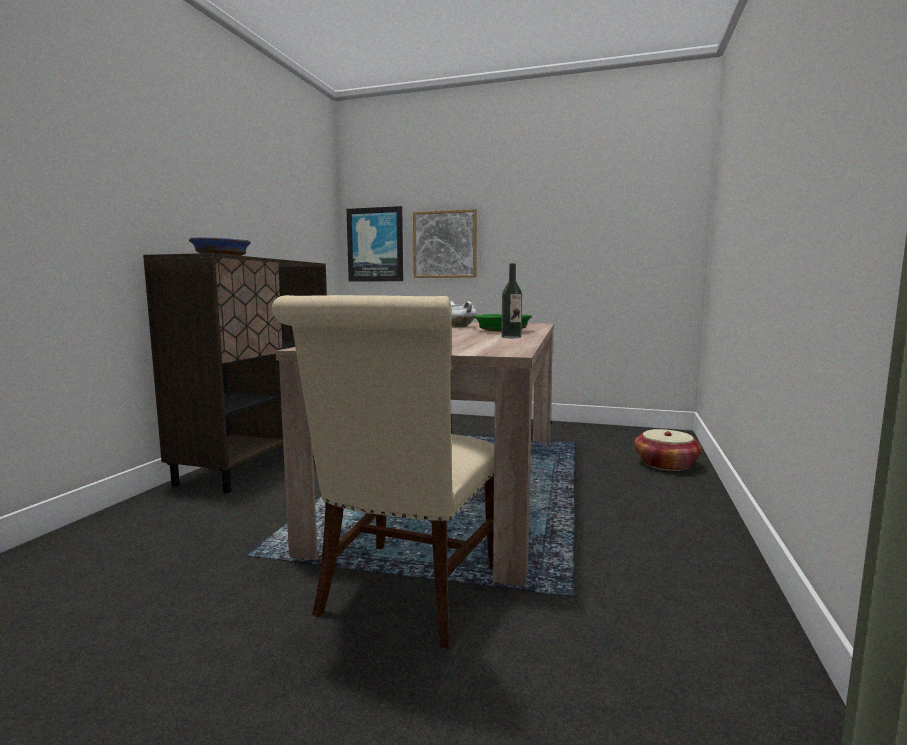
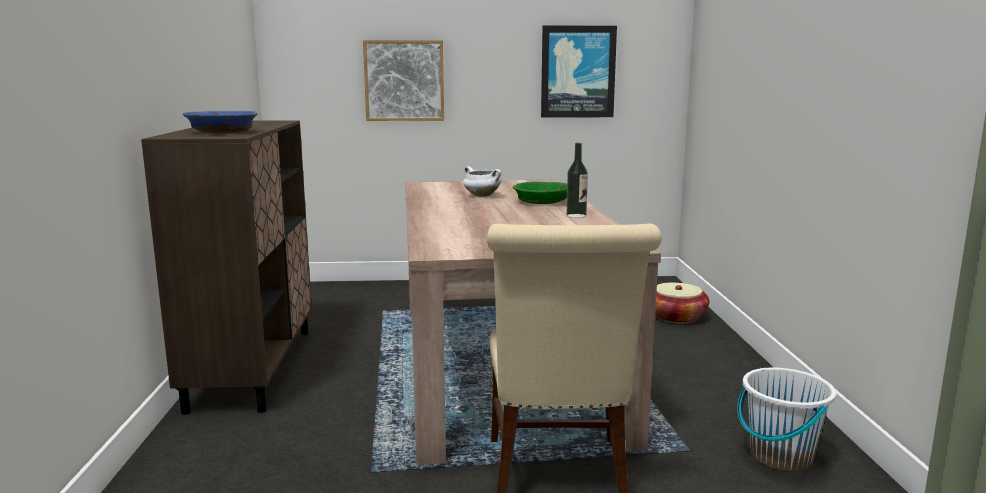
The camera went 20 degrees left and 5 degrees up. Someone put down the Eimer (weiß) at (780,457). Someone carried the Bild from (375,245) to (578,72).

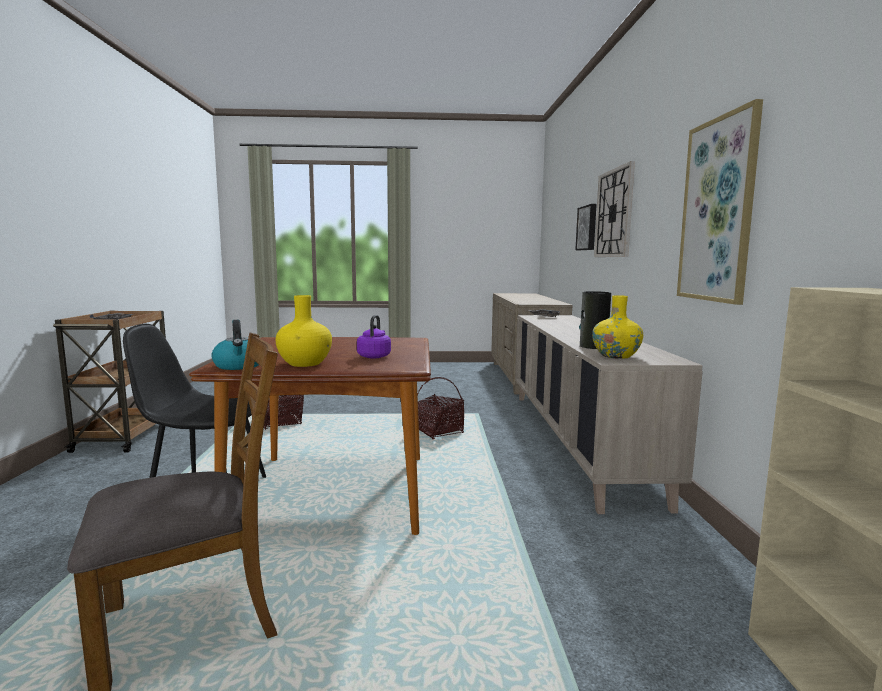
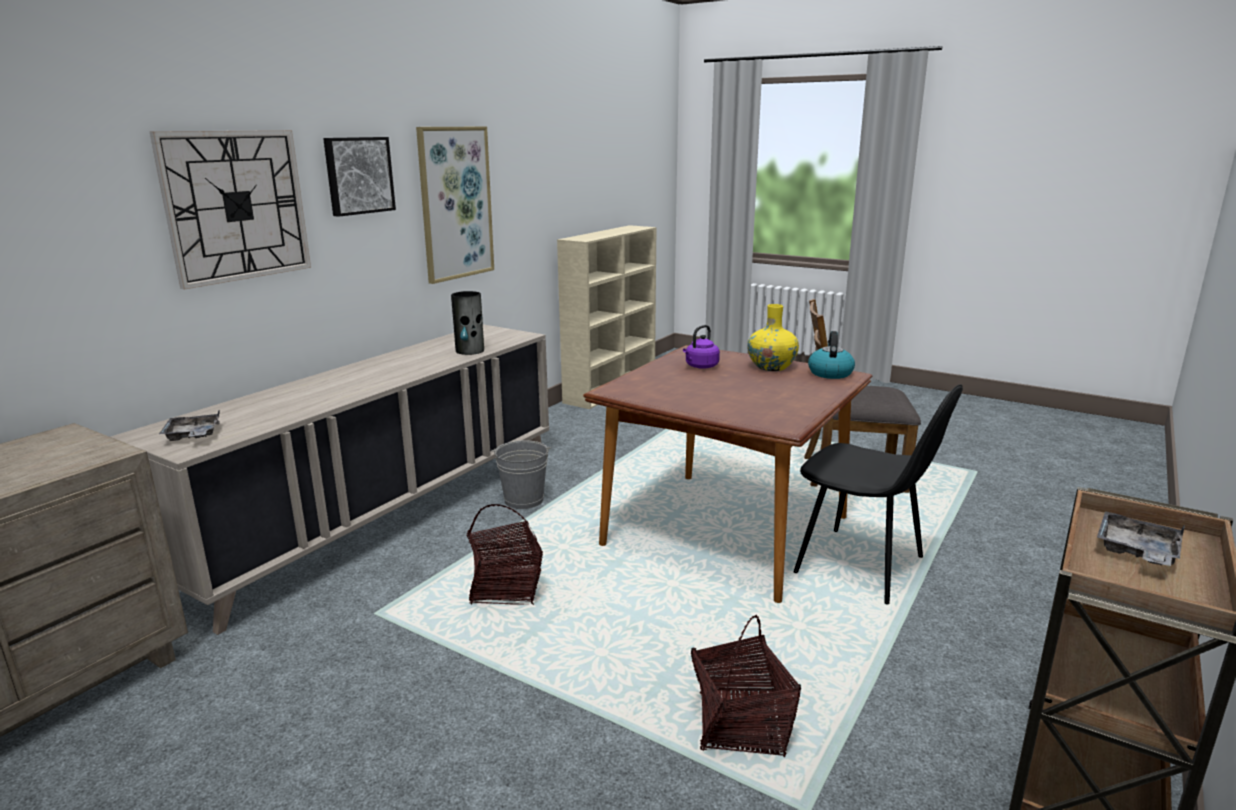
The camera went 145 degrees left and 10 degrees up. Someone took away the Vase (gelb) at (616,356). Someone put down the Eimer (grau) at (524,500). Someone carried the Bild from (588,228) to (358,175).

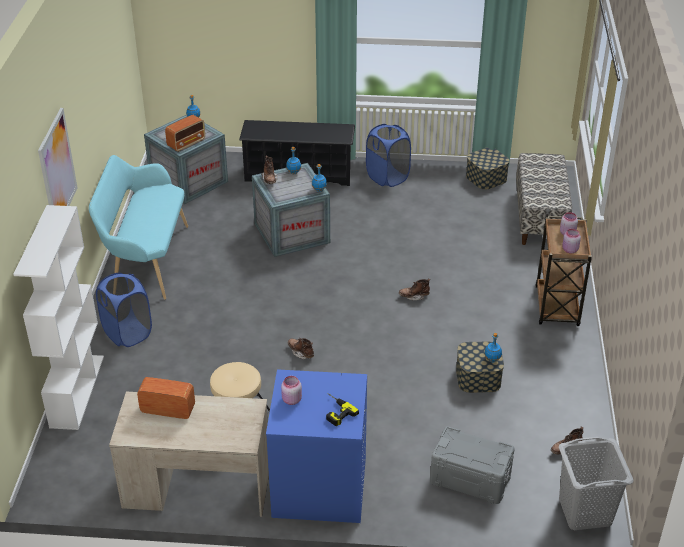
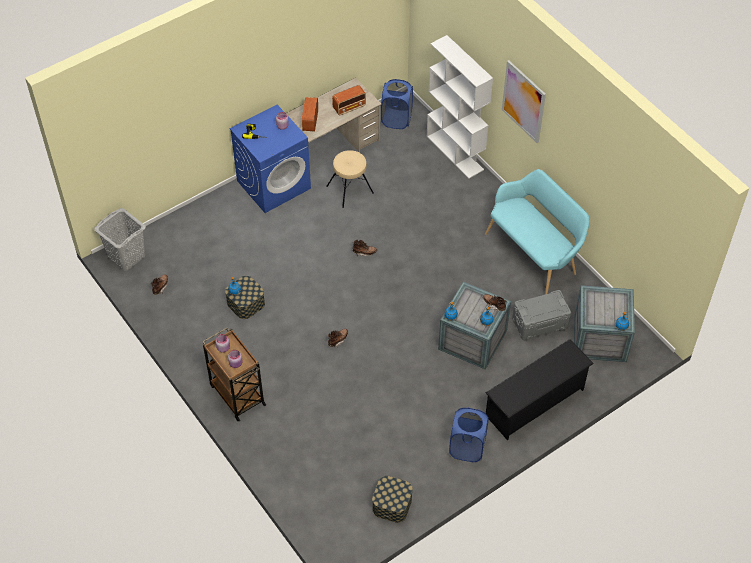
The camera went 140 degrees right and 15 degrees up. Someone took away the Bank at (540,218). Someone carried the Wäschekorb (blau) from (127,333) to (396,119). Someone carried the Radio from (186,143) to (310,121). Someone carried the Aufbewahrungsbox (grau) from (470,478) to (540,323).

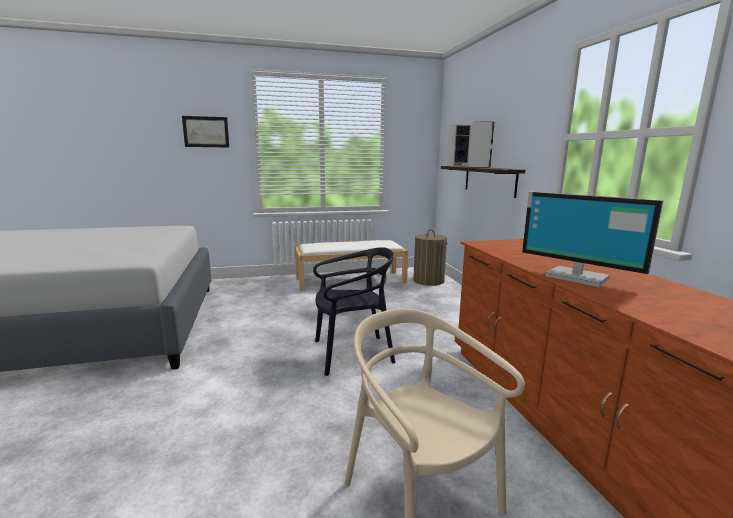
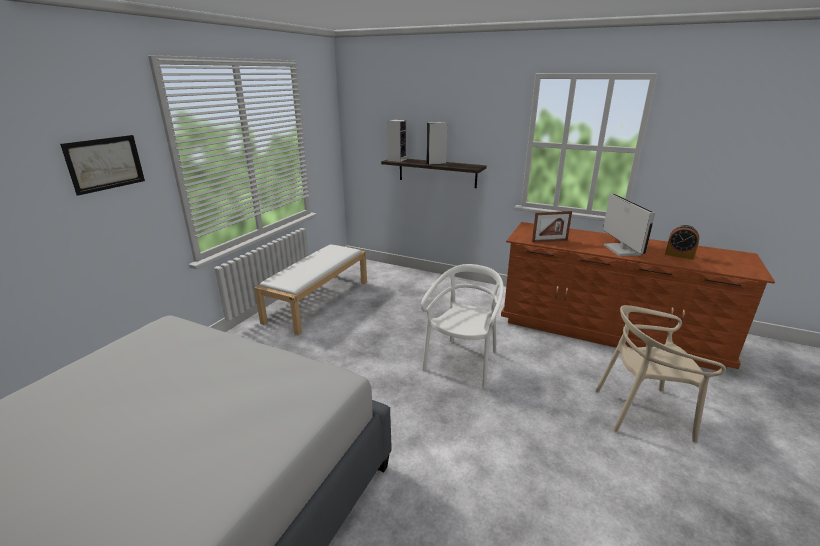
The camera went 50 degrees left and 10 degrees up. Someone took away the Wäschekorb at (428,281). Someone put down the Bilderrahmen at (549,241). Someone put down the Wecker at (679,255). Someone repainted the Stuhl (schwarz) at (352,353), which became the Stuhl (weiß) at (462,362). Someone rotated the Monitor at (577,277) by 90 degrees counterclockwise.

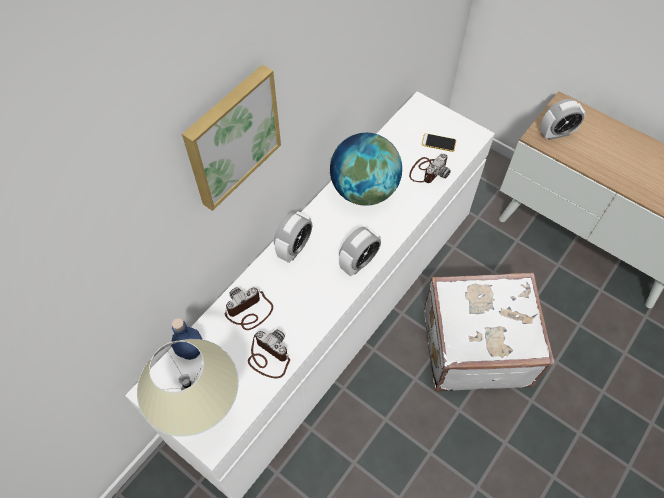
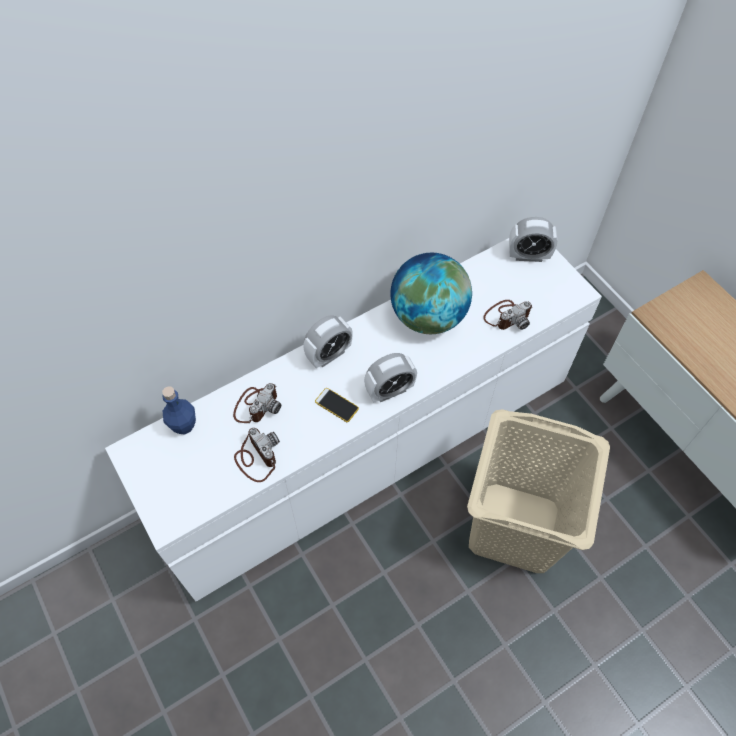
The camera went 20 degrees right and 0 degrees up. Someone took away the Tischlampe (beige) at (205,416). Someone took away the Bild at (231,137). Someone carried the Handy from (438,143) to (336,405). Someone carried the Wecker from (556,133) to (528,256). Someone swapped the Koffer (weiß) at (474,345) for the Wäschekorb (beige) at (513,527). Someone rotated the Kamera at (249,311) by 135 degrees clockwise.

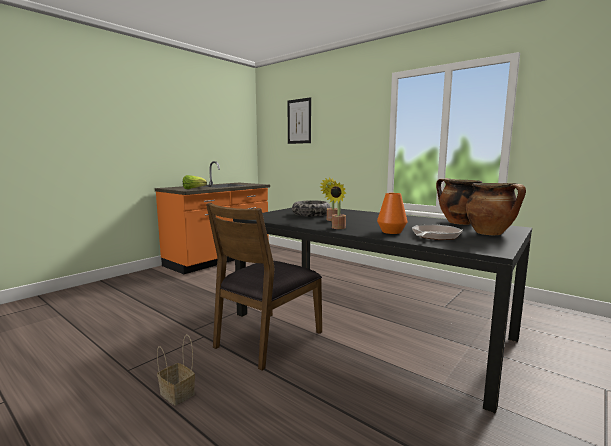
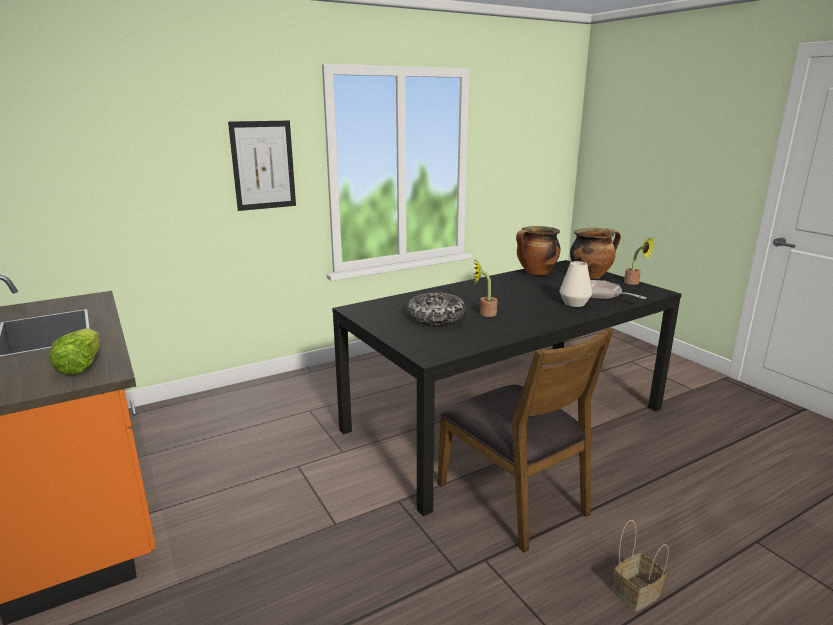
The camera went 70 degrees left and 10 degrees up. Someone carried the Bild from (299,121) to (263,165). Someone carried the Topfpflanze from (337,228) to (634,283). Someone repainted the Vase (orange) at (391,232), which became the Vase (weiß) at (574,303).

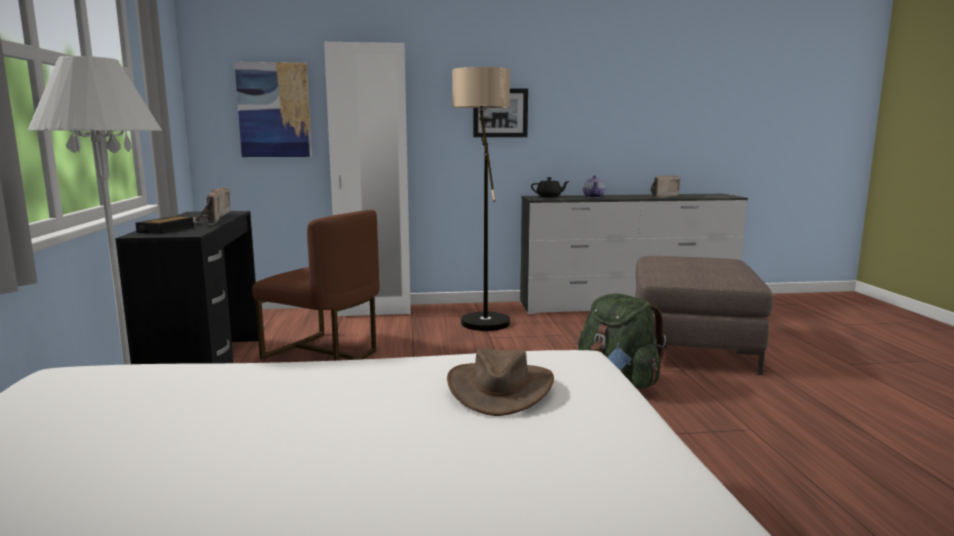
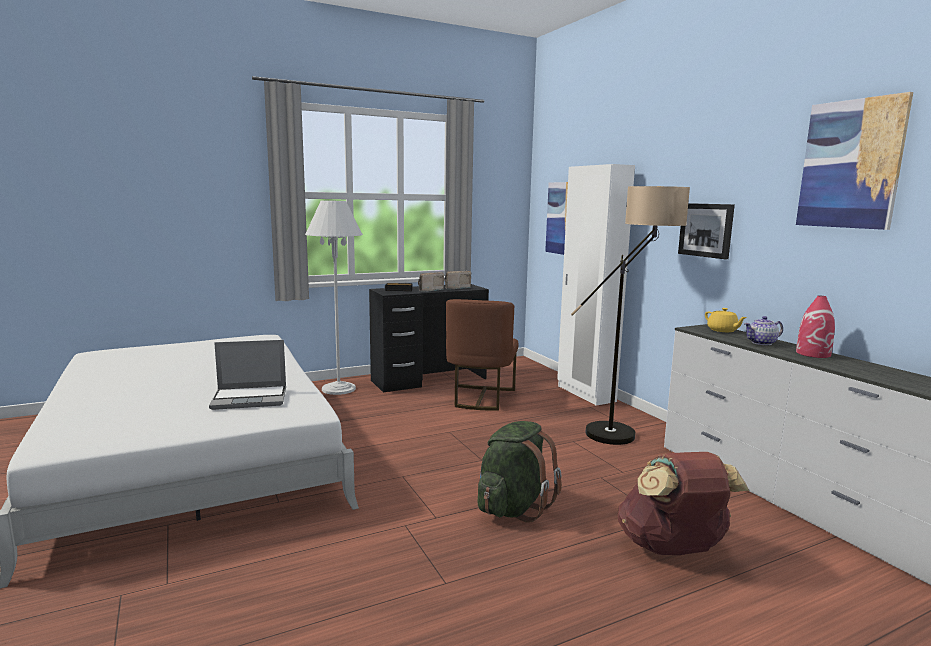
The camera went 70 degrees right and 0 degrees up. Someone took away the Radio at (661,197). Someone put up the Bild at (850,164). Someone put down the Vase (rot) at (813,354). Someone swapped the Hut (braun) at (499,388) for the Laptop at (251,398). Someone swapped the Polsterhocker (braun) at (692,347) for the Rucksack (braun) at (672,549). Someone repainted the Teekanne (schwarz) at (549,196), which became the Teekanne (gelb) at (722,330).

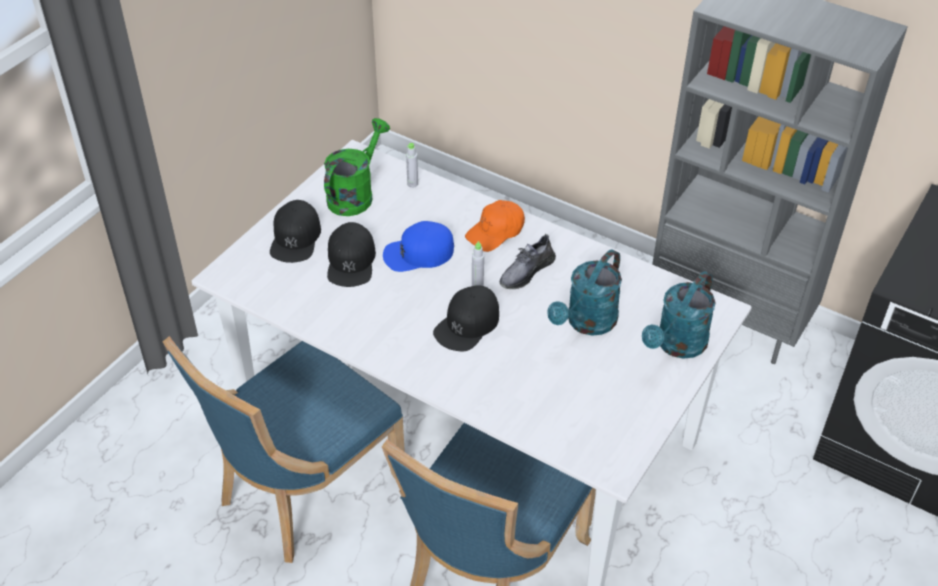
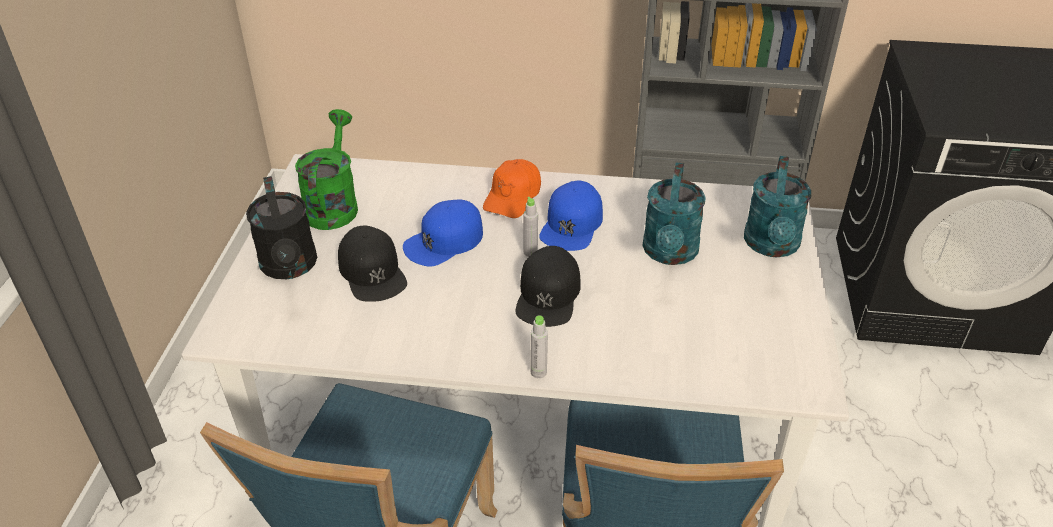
The camera went 25 degrees left and 5 degrees down. Someone carried the Flasche (grau) from (412,184) to (538,372). Someone swapped the Kappe (schwarz) at (295,238) for the Gießkanne (schwarz) at (290,267). Someone swapped the Schuh (grau) at (526,271) for the Kappe (blau) at (572,224).

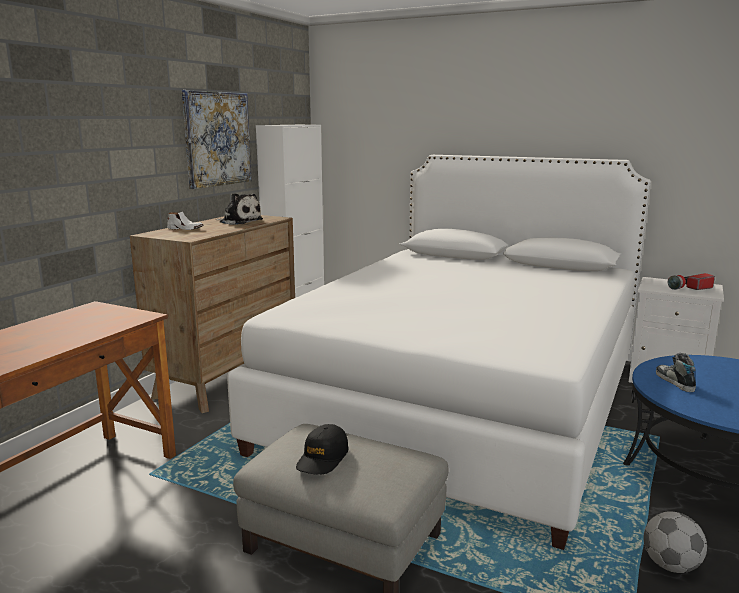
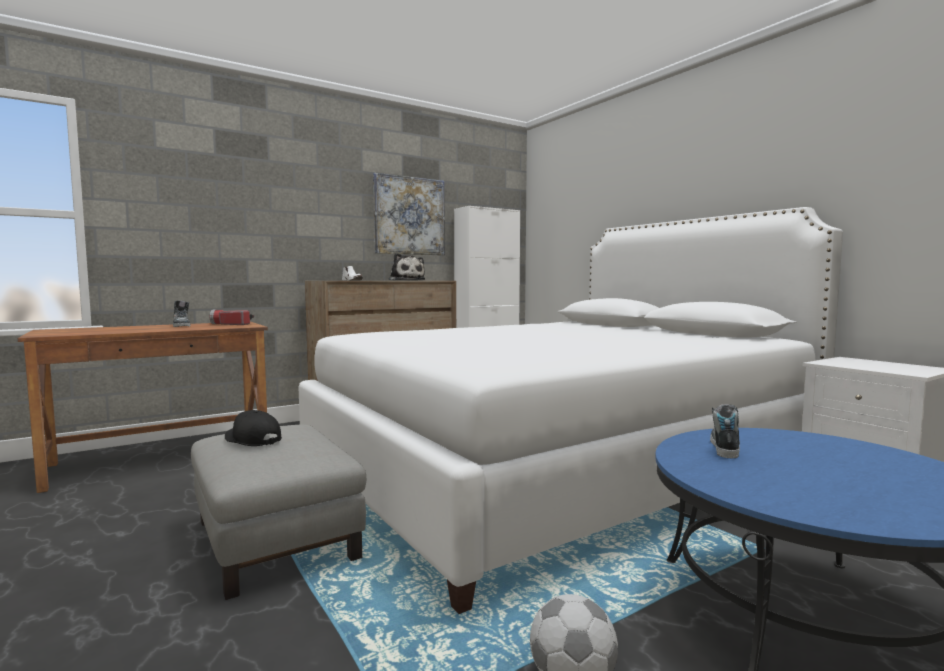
The camera went 30 degrees right and 10 degrees down. Someone put down the Schuh at (181,326). Someone carried the Taschenlampe from (689,288) to (230,324). Someone rotated the Kappe (schwarz) at (322,458) by 75 degrees clockwise.

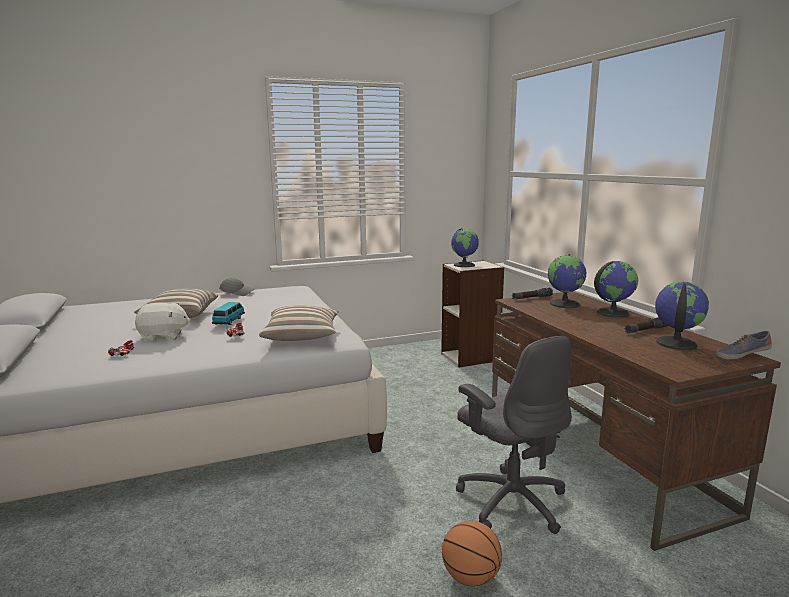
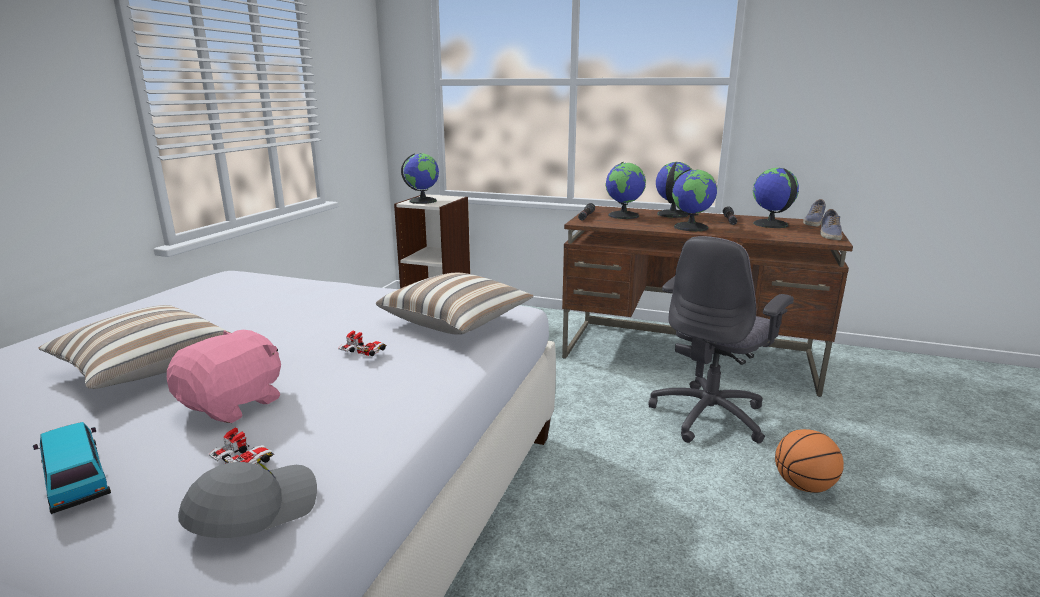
The camera went 50 degrees left and 5 degrees up. Someone put down the Globus at (691,227). Someone put down the Schuh at (829,234). Someone carried the Spielzeugauto from (229,321) to (77,482). Someone carried the Kappe (grau) from (237,293) to (253,510). Someone repainted the Plüschtier (weiß) at (163,336), which became the Plüschtier (rosa) at (234,404). Someone rotated the Bürostuhl (grau) at (511,501) by 120 degrees clockwise.

